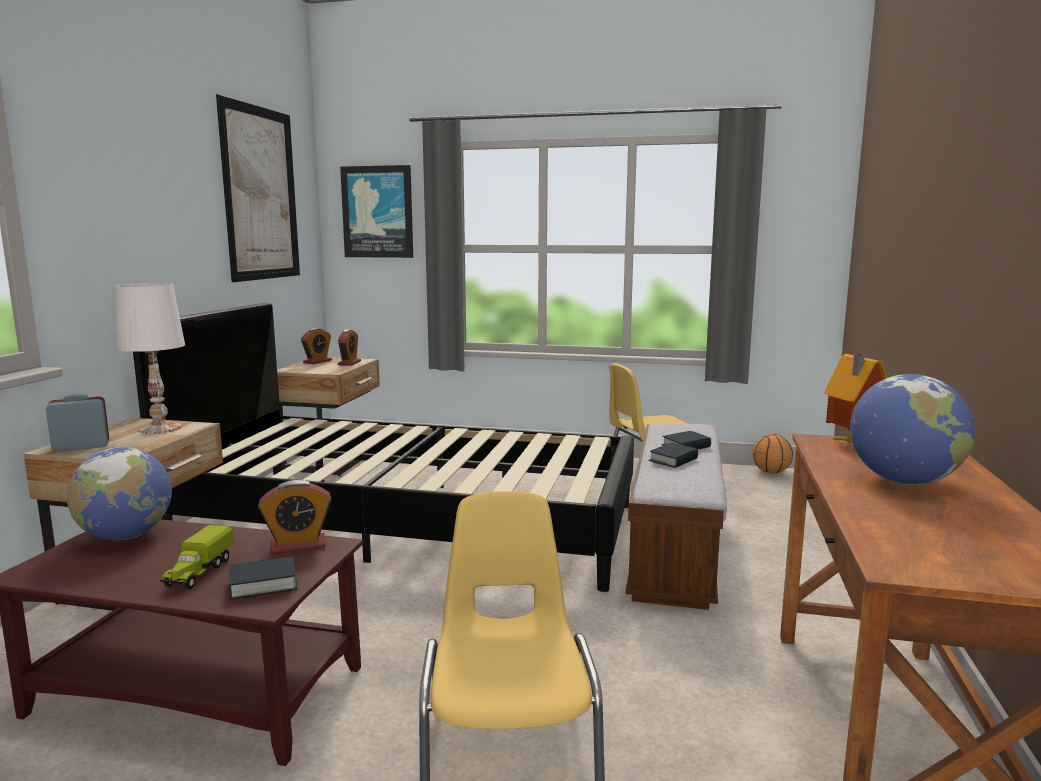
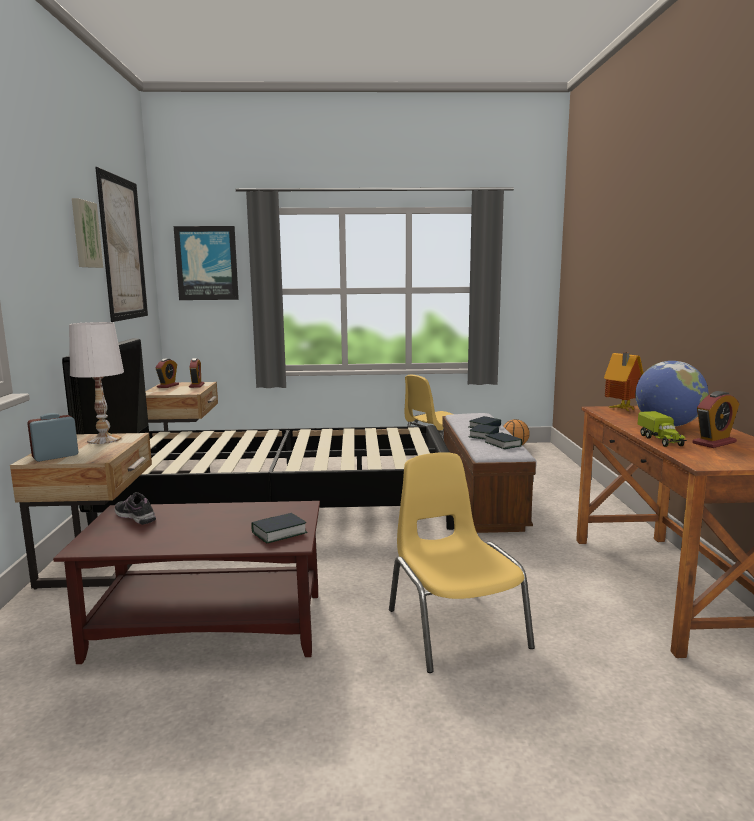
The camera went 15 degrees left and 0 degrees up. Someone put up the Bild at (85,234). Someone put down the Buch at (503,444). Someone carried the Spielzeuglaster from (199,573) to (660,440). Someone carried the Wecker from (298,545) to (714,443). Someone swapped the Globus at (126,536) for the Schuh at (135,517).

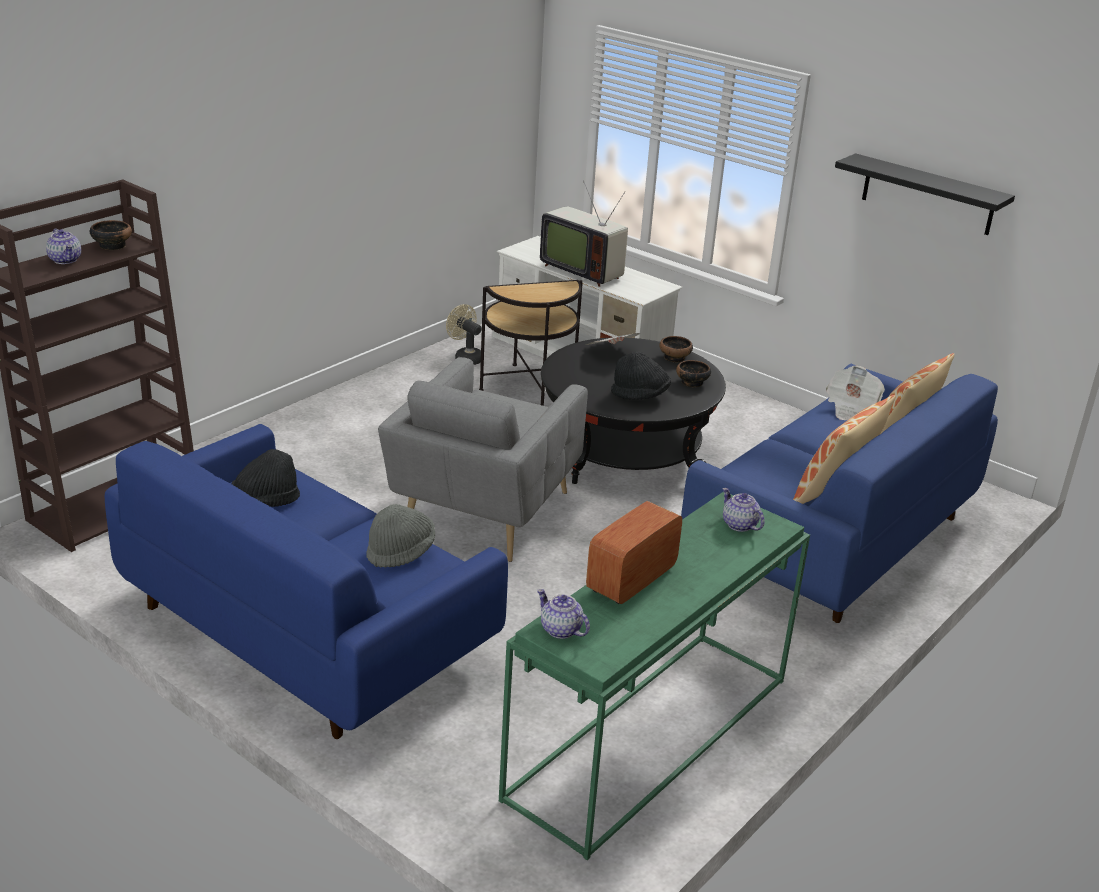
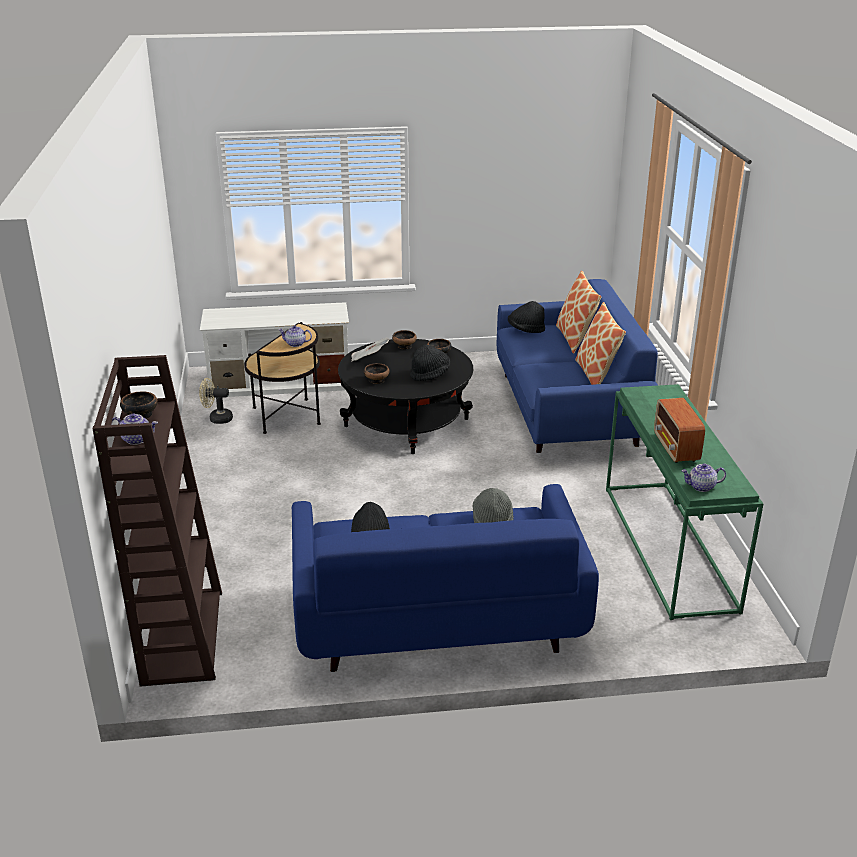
The camera went 45 degrees left and 0 degrees up. Someone took away the Sessel (grau) at (482,515). Someone took away the Fernseher at (582,270). Someone took away the Wandregal (schwarz) at (928,195). Someone put down the Schüssel at (376,380). Someone carried the Teekanne from (739,524) to (295,344). Someone swapped the Zeitung at (851,408) for the Hut (schwarz) at (526,330).

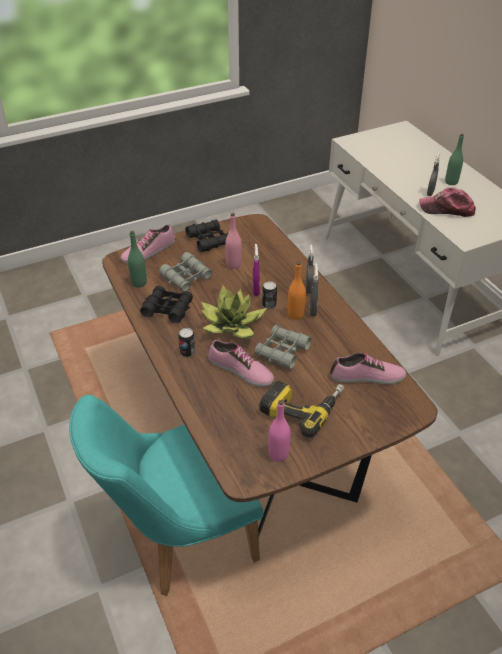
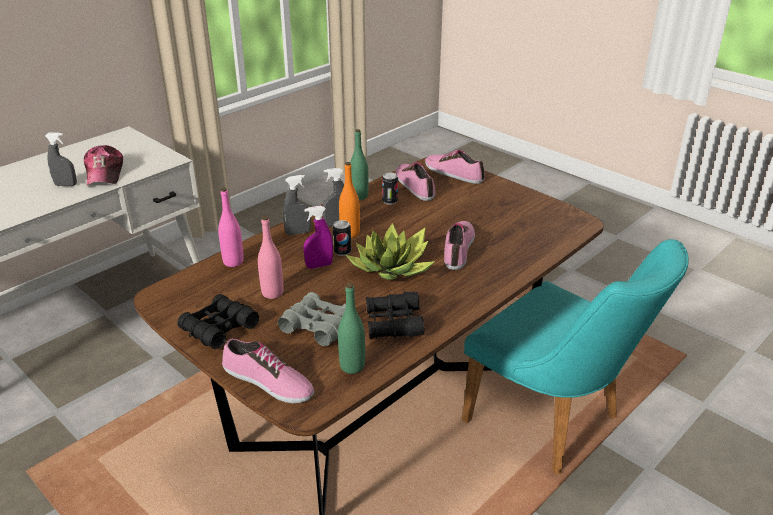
The camera went 110 degrees left and 10 degrees down. Someone took away the Fernglas (grau) at (282,351). Someone took away the Bohrmaschine at (302,406). Someone put down the Schuh at (454,173). Someone carried the Dose from (187,352) to (390,201). Someone carried the Flasche (rosa) from (278,454) to (233,262). Someone carried the Flasche (grün) from (451,182) to (359,196).

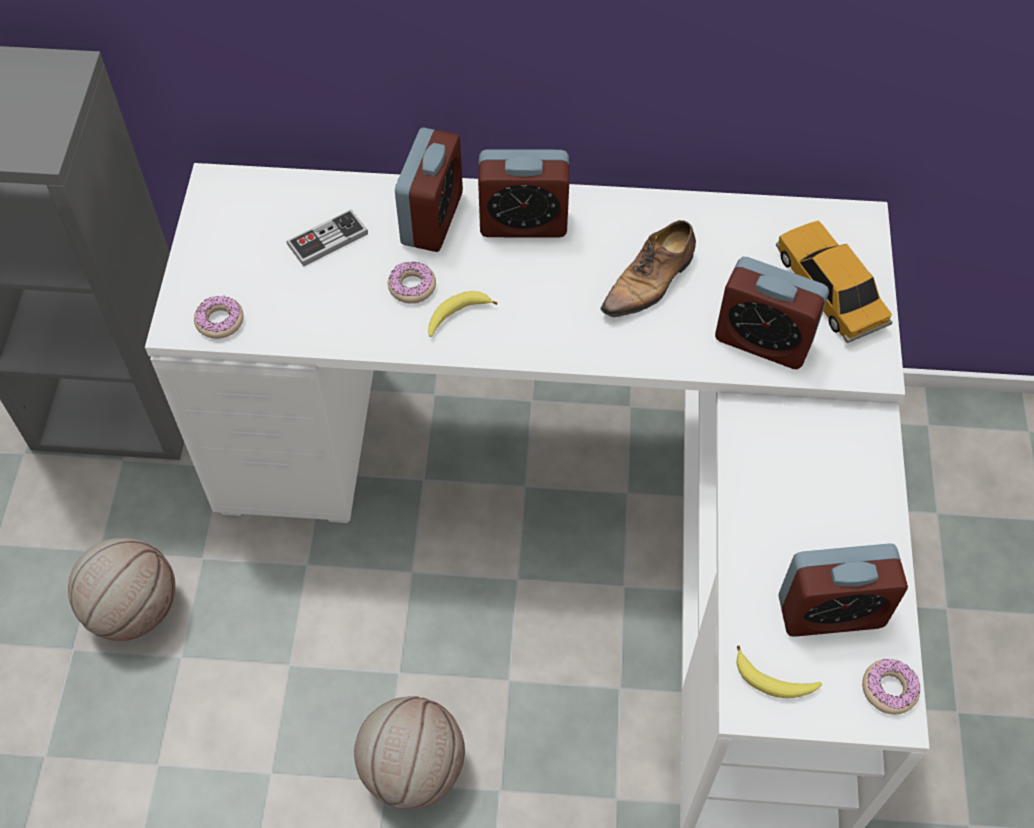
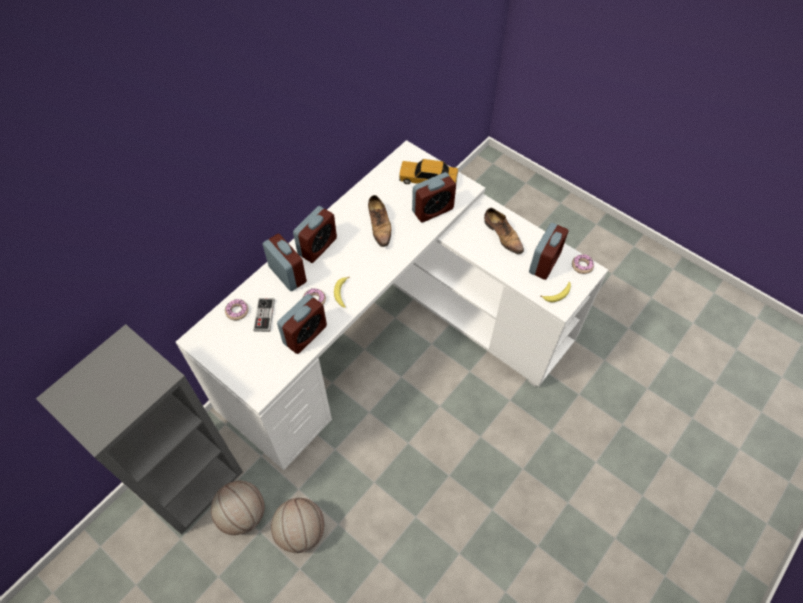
The camera went 55 degrees left and 0 degrees up. Someone put down the Wecker at (305,335). Someone put down the Schuh at (502,235). Someone carried the Donut from (220,321) to (237,311). Someone carried the Basketball from (412,769) to (242,514).

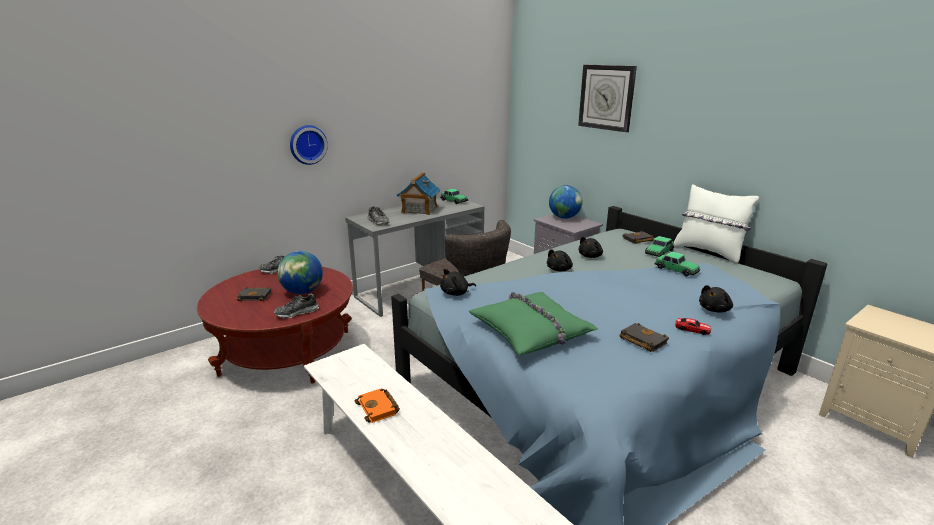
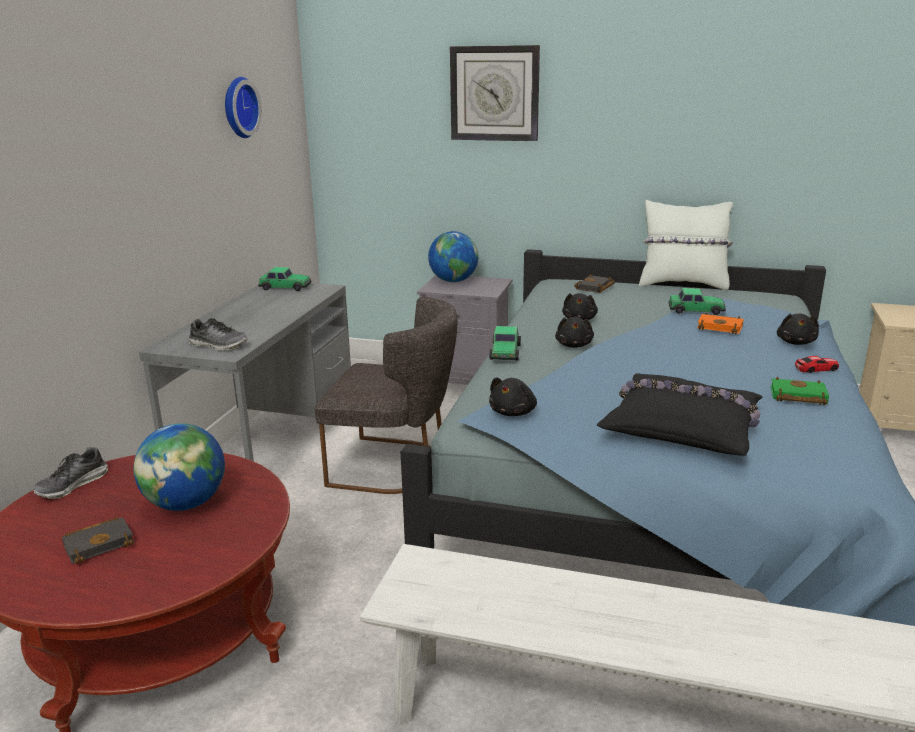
The camera went 35 degrees left and 0 degrees up. Someone took away the Schuh at (297,313). Someone took away the Spielzeughaus at (419,210). Someone carried the Wanduhr from (307,144) to (238,107). Someone carried the Buch (orange) from (379,408) to (721,327). Someone carried the Spielzeugauto from (659,252) to (505,352). Someone repainted the Kissen (grün) at (531,331), which became the Kissen (schwarz) at (683,427). Someone repainted the Buch (schwarz) at (641,340), which became the Buch (grün) at (796,396).

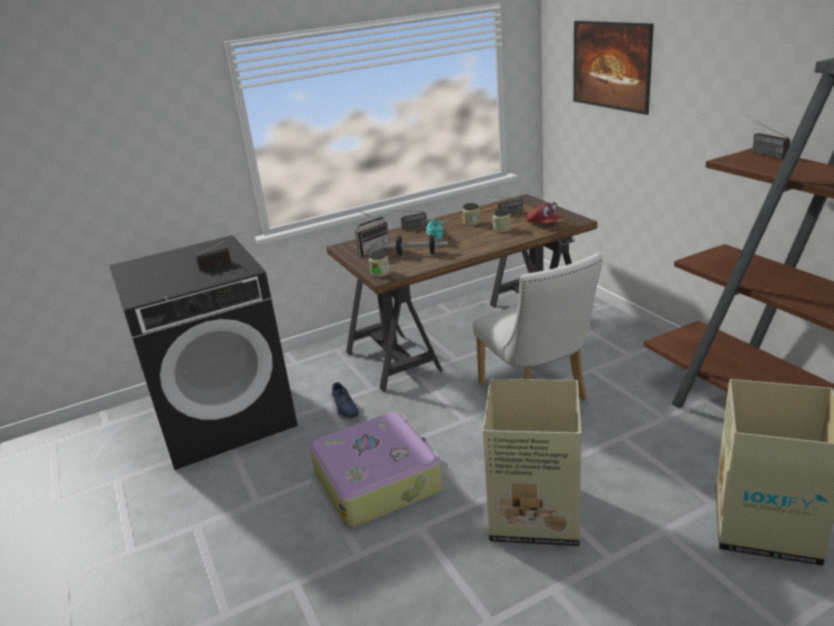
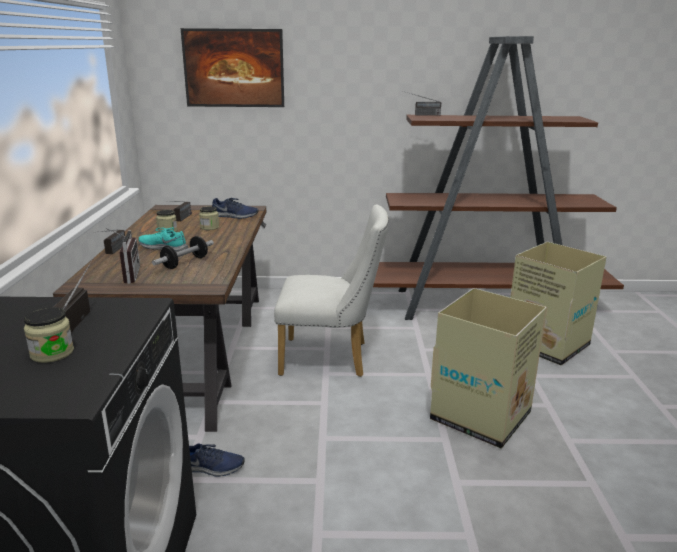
The camera went 65 degrees left and 5 degrees down. Someone took away the Koffer at (378,480). Someone carried the Vorratsglas from (380,273) to (52,353). Someone swapped the Kappe (rot) at (544,224) for the Schuh (blau) at (234,216).

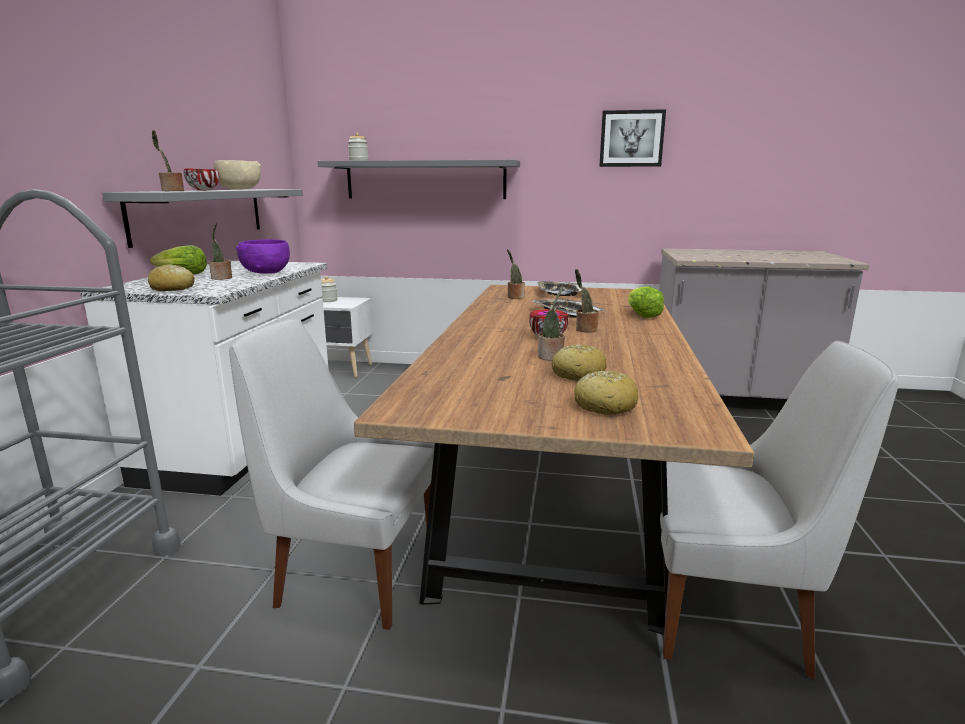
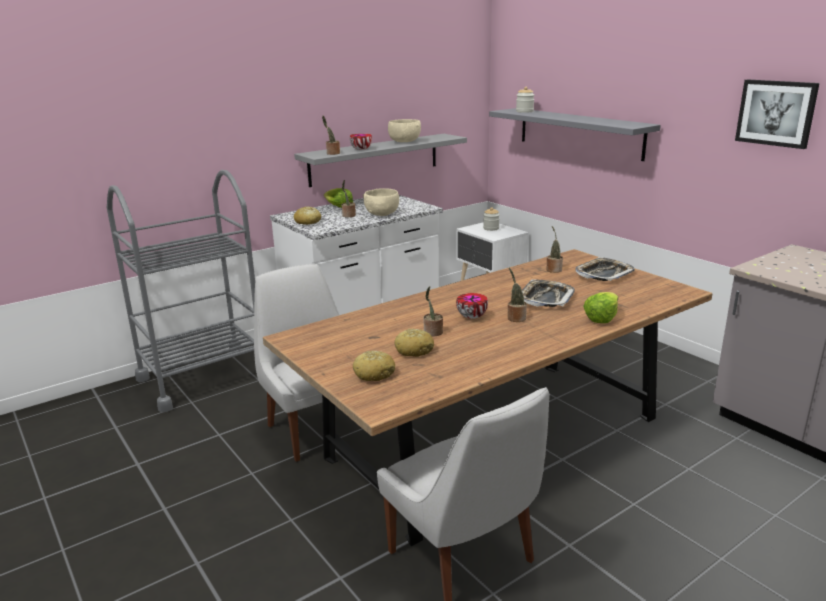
The camera went 45 degrees right and 5 degrees up. Someone repainted the Schüssel (lila) at (265,272), which became the Schüssel (beige) at (382,214).

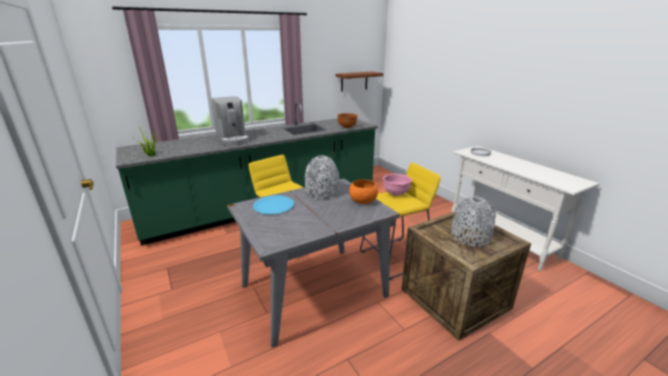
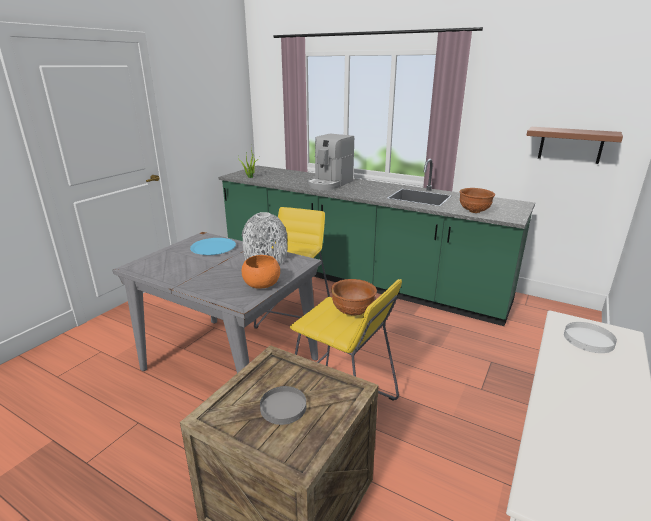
The camera went 60 degrees right and 0 degrees up. Someone swapped the Vase (grau) at (470,236) for the Teller (grau) at (283,407). Someone repainted the Schüssel (rosa) at (396,194), which became the Schüssel (braun) at (353,312).

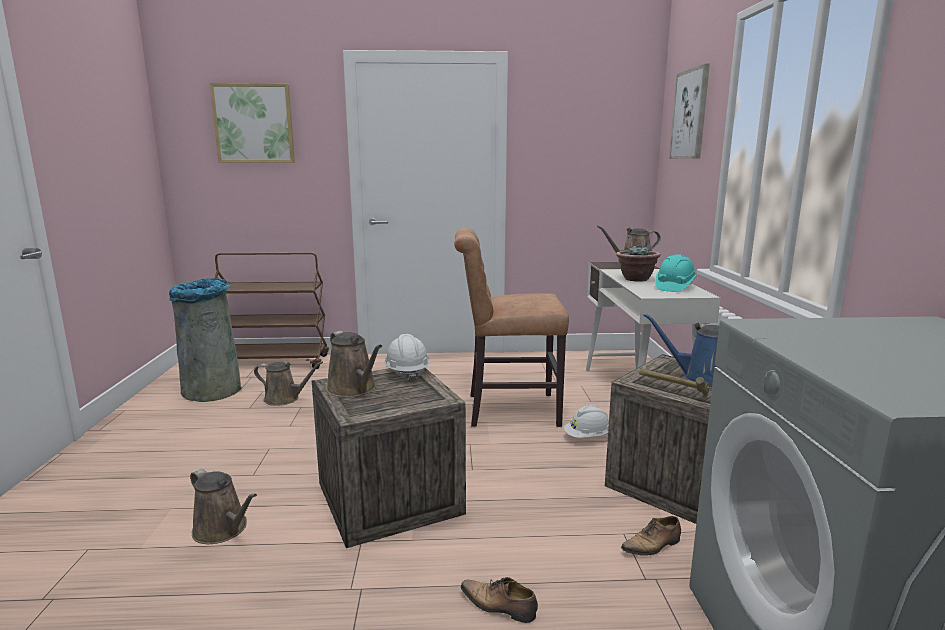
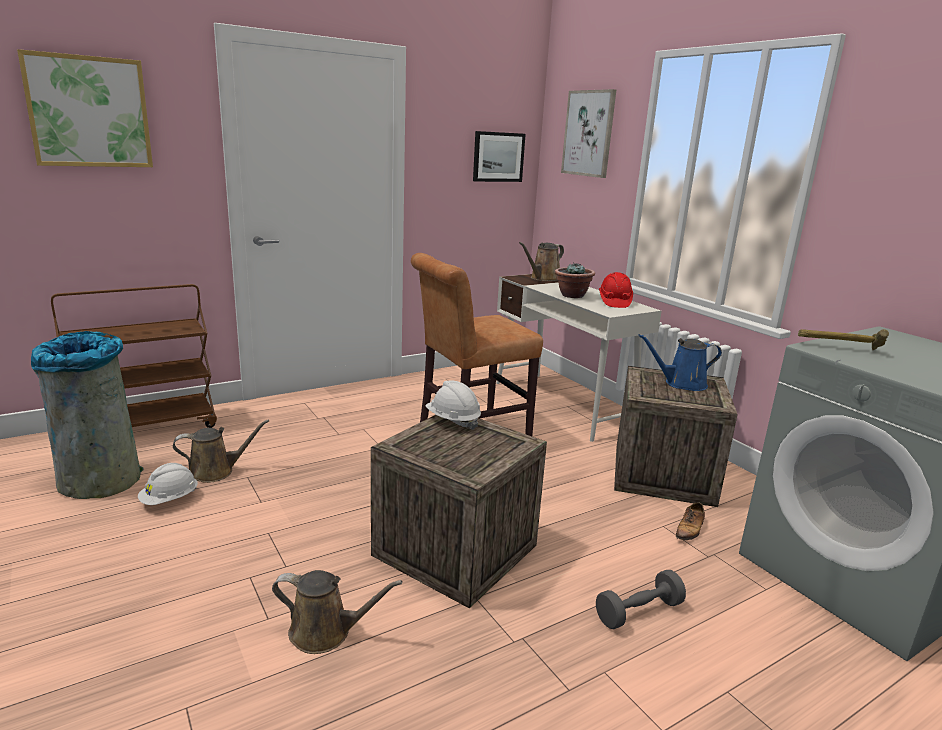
The camera went 30 degrees left and 5 degrees up. Someone took away the Gießkanne (braun) at (354,389). Someone put up the Bild at (498,157). Someone carried the Schutzhelm (weiß) from (587,437) to (170,500). Someone carried the Hammer from (672,390) to (838,348). Someone swapped the Schuh at (499,606) for the Hantel (grau) at (638,612). Someone repainted the Schutzhelm (türkis) at (674,287), which became the Schutzhelm (rot) at (614,302).

